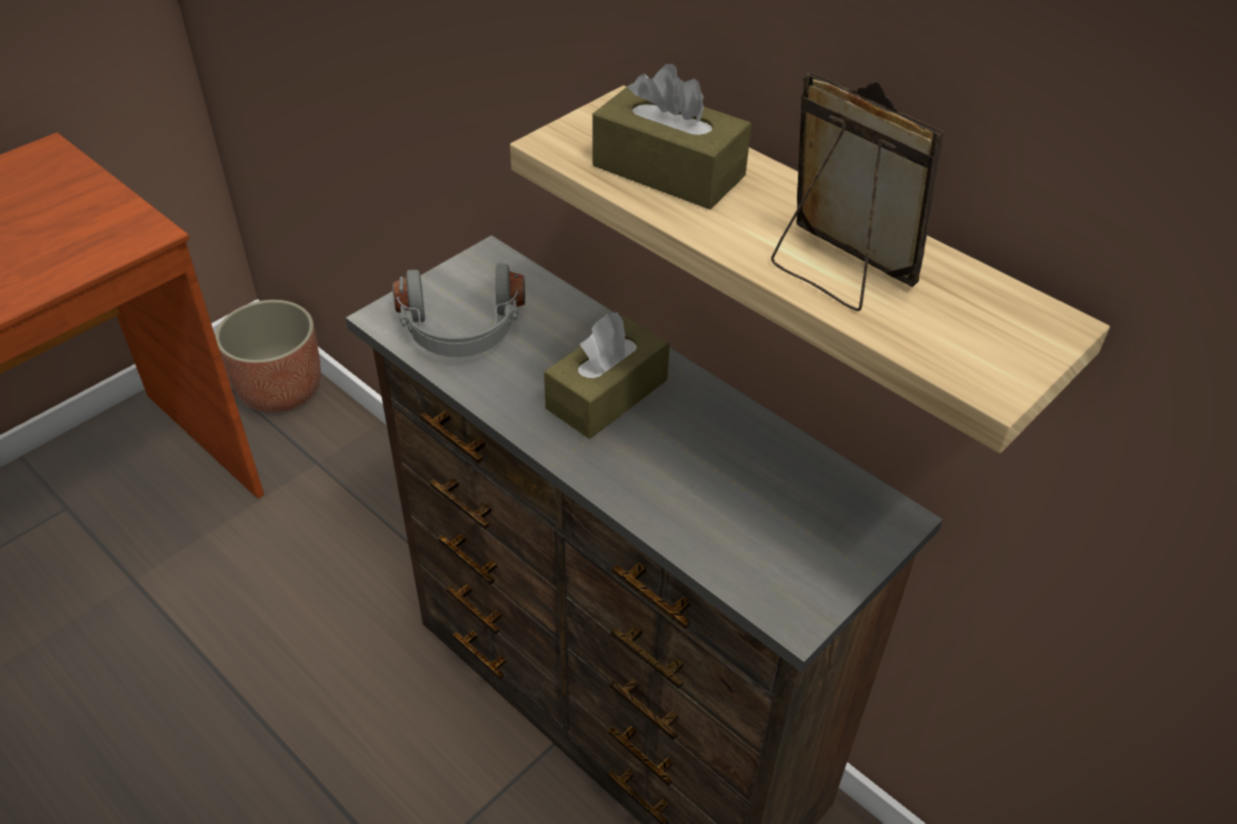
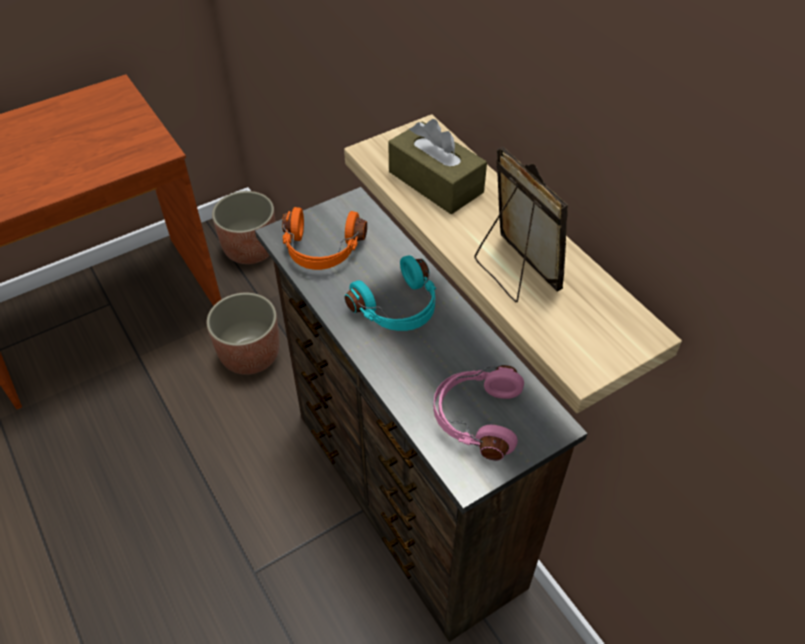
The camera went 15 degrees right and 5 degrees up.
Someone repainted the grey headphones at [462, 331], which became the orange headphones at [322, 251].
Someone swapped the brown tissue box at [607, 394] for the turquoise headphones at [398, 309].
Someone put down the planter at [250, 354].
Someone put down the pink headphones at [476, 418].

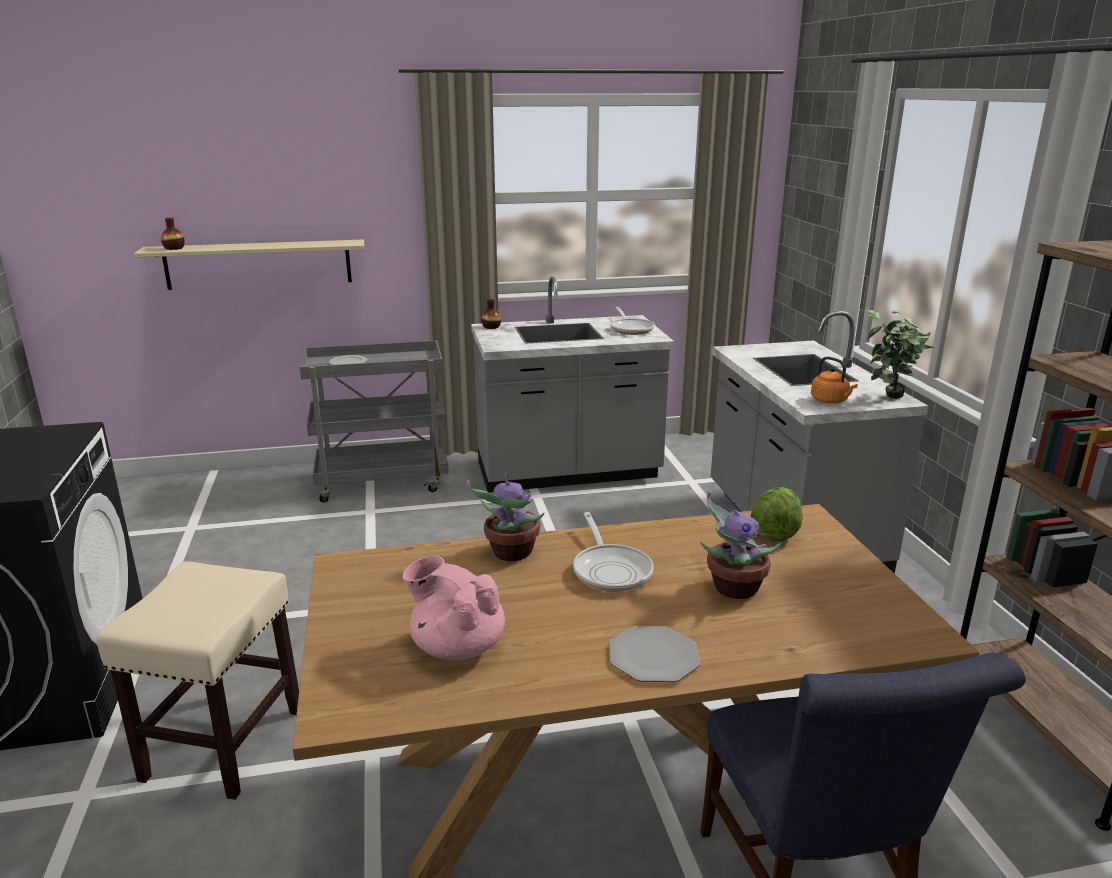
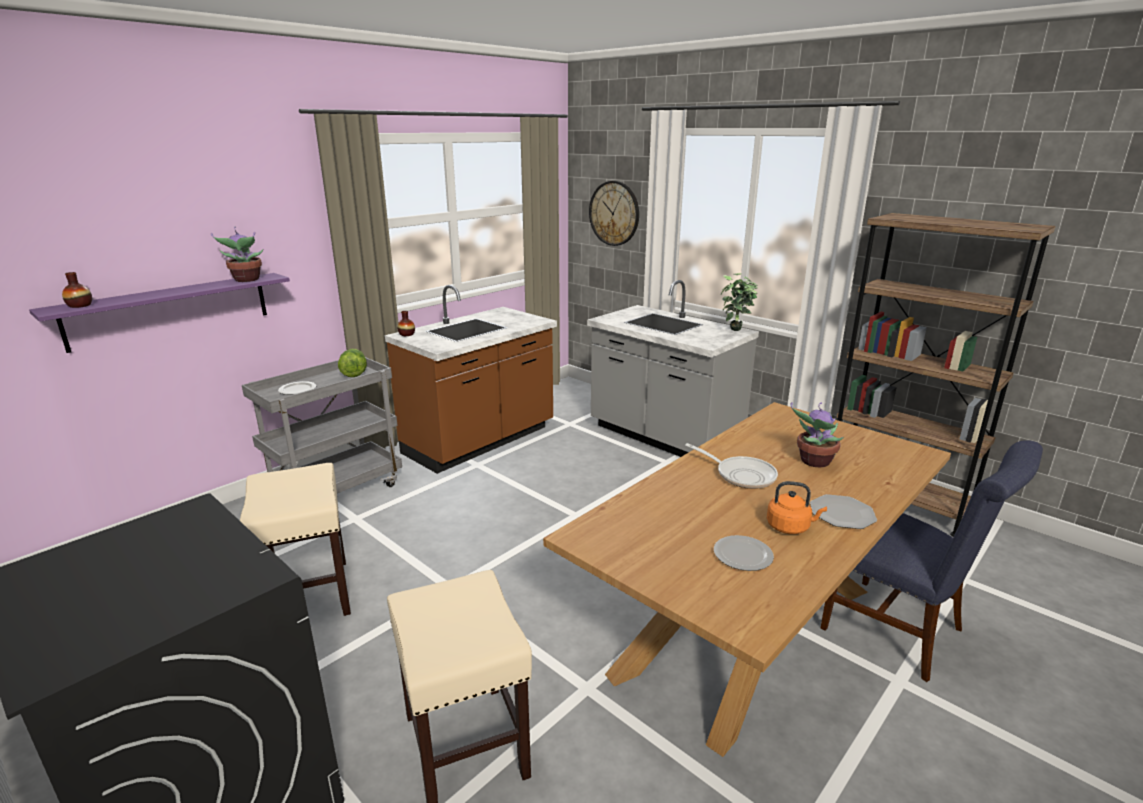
The camera went 35 degrees left and 0 degrees up.
Someone repainted the beige shelf at [258, 264], which became the purple shelf at [170, 310].
Someone swapped the pink teapot at [457, 646] for the plate at [742, 555].
Someone carried the potted plant from [511, 553] to [246, 280].
Someone repainted the grey counter at [568, 473], which became the brown counter at [480, 442].
Someone took away the frying pan at [631, 329].
Someone carried the lettuce from [775, 531] to [354, 373].
Someone carried the orange kettle from [830, 401] to [790, 527].
Someone put down the beige stool at [309, 594].
Someone put up the wall clock at [614, 213].

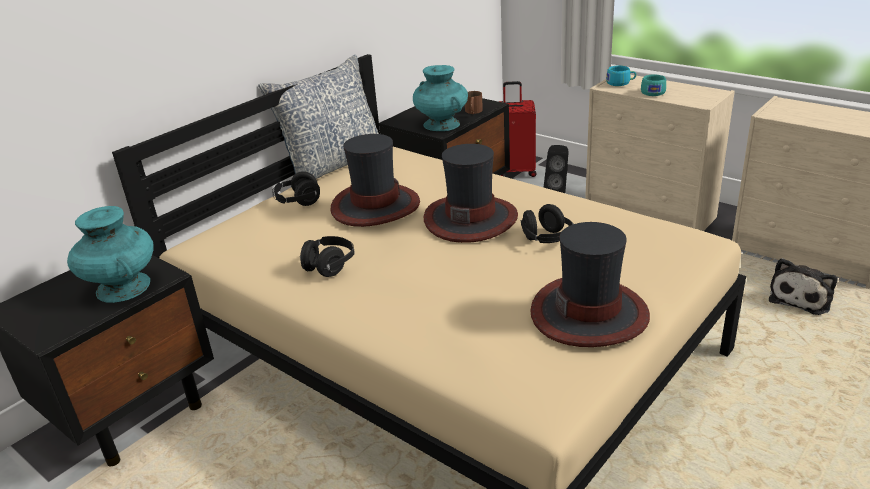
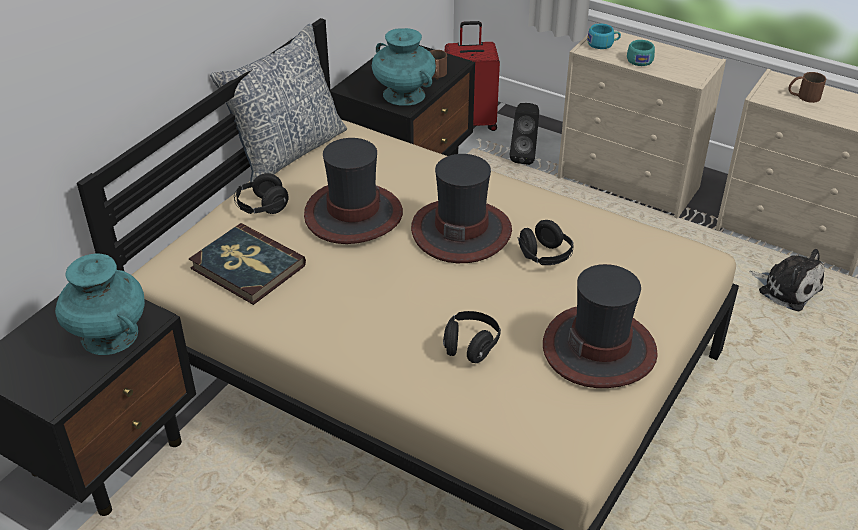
The camera went 10 degrees left and 10 degrees up.
Someone carried the black headphones from [329, 266] to [470, 346].
Someone rotated the plush toy at [801, 297] by 75 degrees counterclockwise.
Someone put down the book at [247, 267].
Someone put down the brown mug at [803, 96].

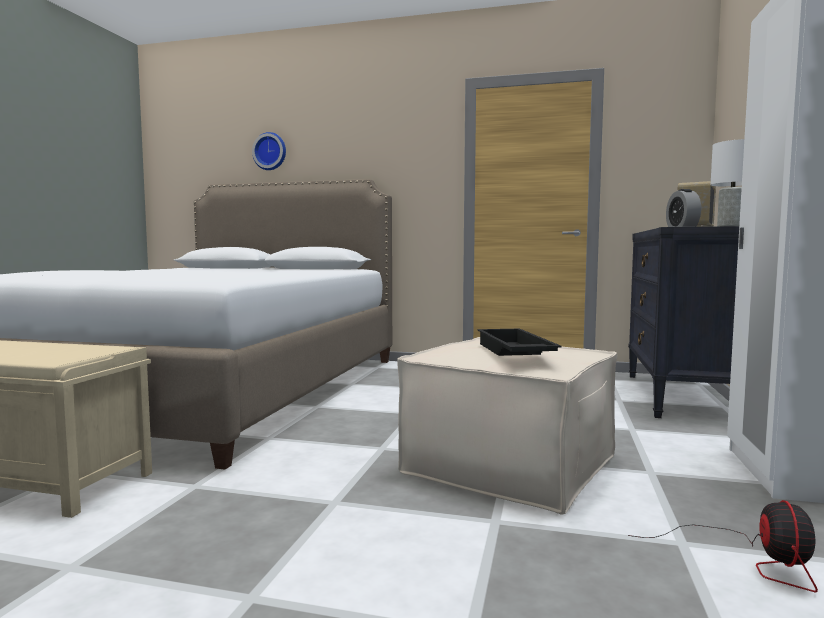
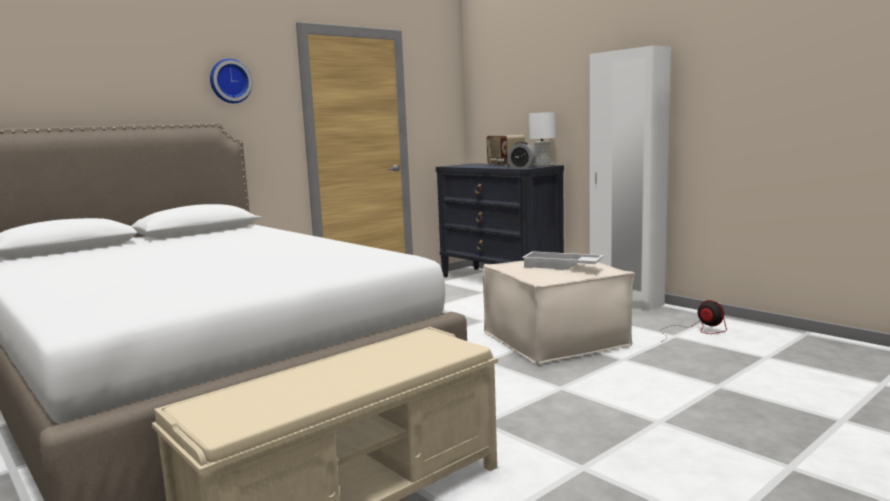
The camera went 55 degrees left and 5 degrees up.
Someone carried the wall clock from [270, 151] to [229, 81].
Someone repainted the black tray at [512, 352], which became the white tray at [561, 266].

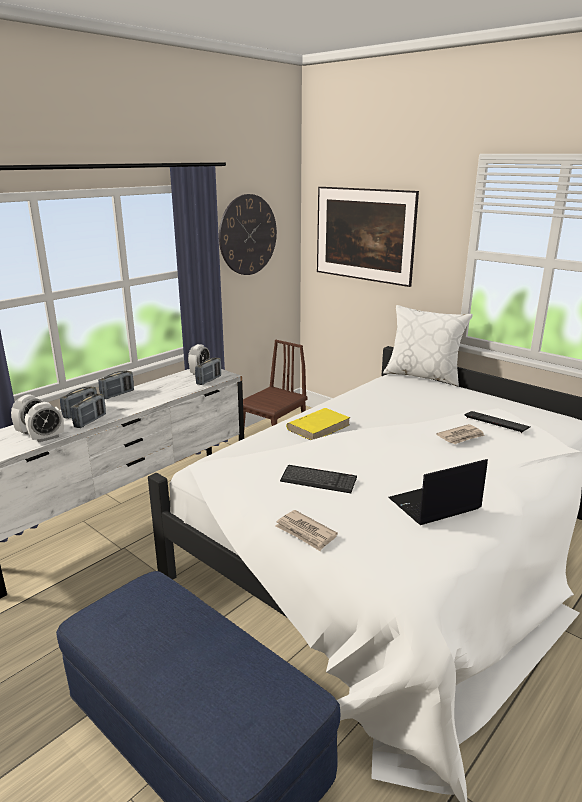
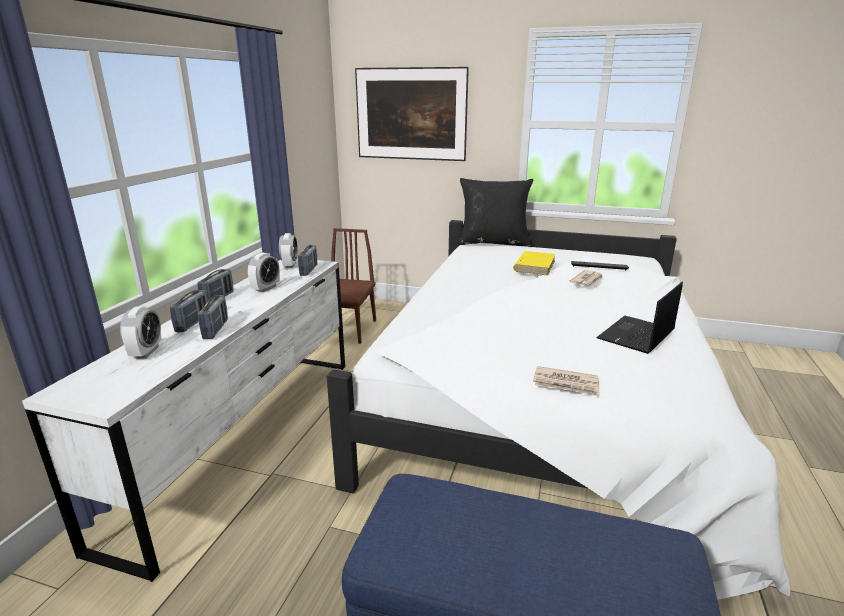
The camera went 25 degrees left and 0 degrees up.
Someone carried the alarm clock from [47, 438] to [266, 288].
Someone took away the wall clock at [248, 235].
Someone took away the keyboard at [318, 480].
Someone carried the yellow book from [318, 427] to [534, 266].
Someone repainted the white pillow at [423, 376], which became the black pillow at [493, 242].

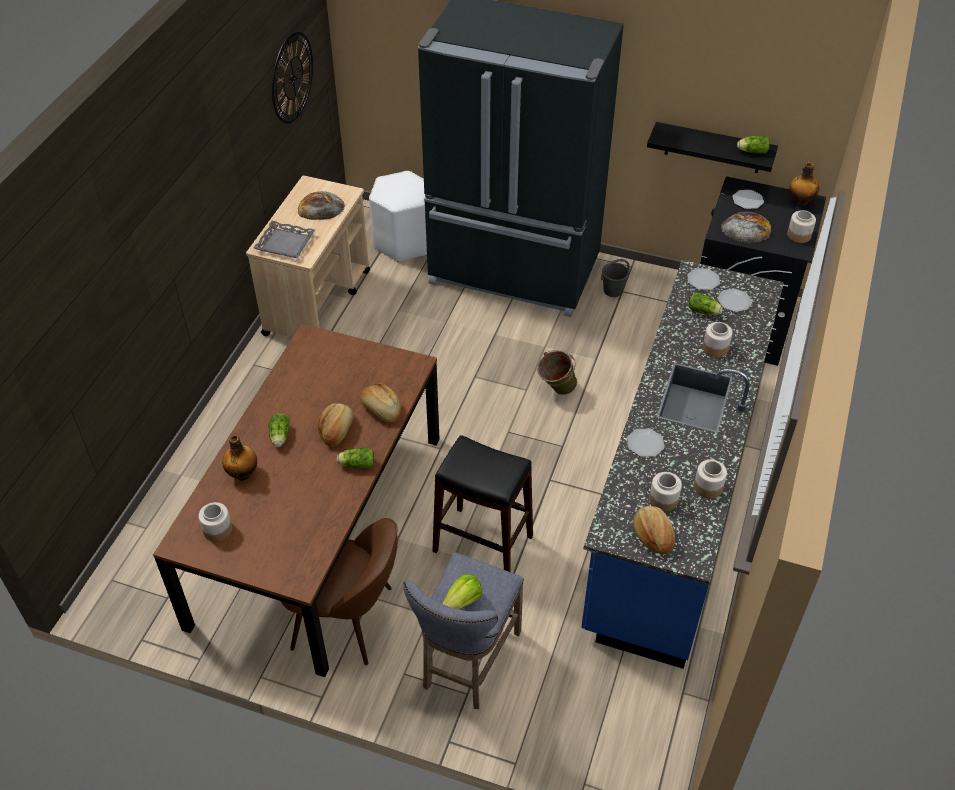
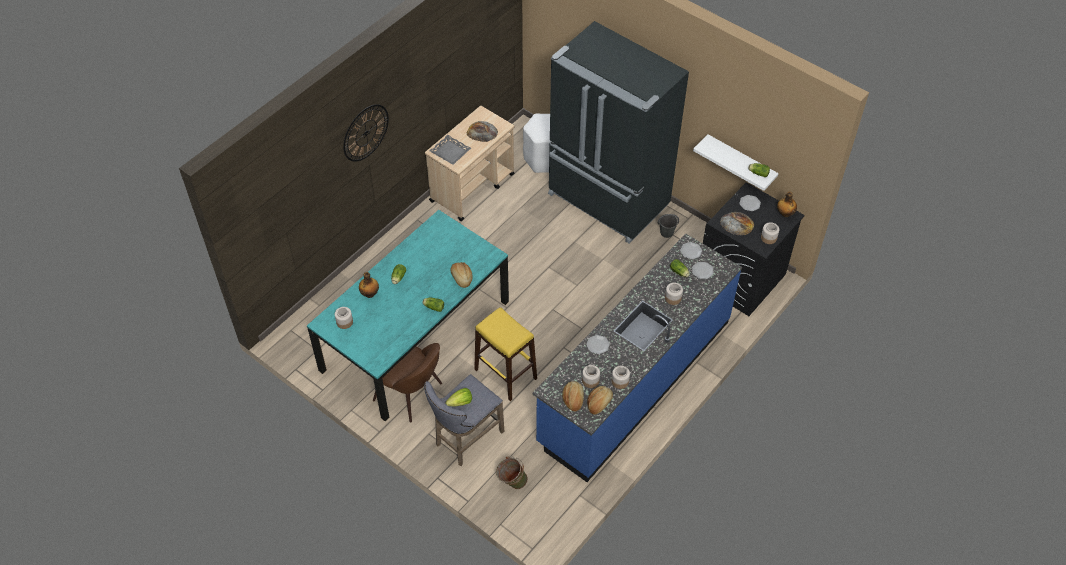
The camera went 20 degrees right and 5 degrees up.
Someone repainted the brown dining table at [319, 529], which became the turquoise dining table at [415, 336].
Someone carried the wall clock from [292, 78] to [366, 133].
Someone carried the bread from [337, 430] to [599, 403].
Someone repainted the black stool at [482, 544], which became the yellow stool at [505, 374].
Someone carried the green bucket from [555, 390] to [511, 482].
Someone repainted the black shelf at [713, 148], which became the white shelf at [741, 161].

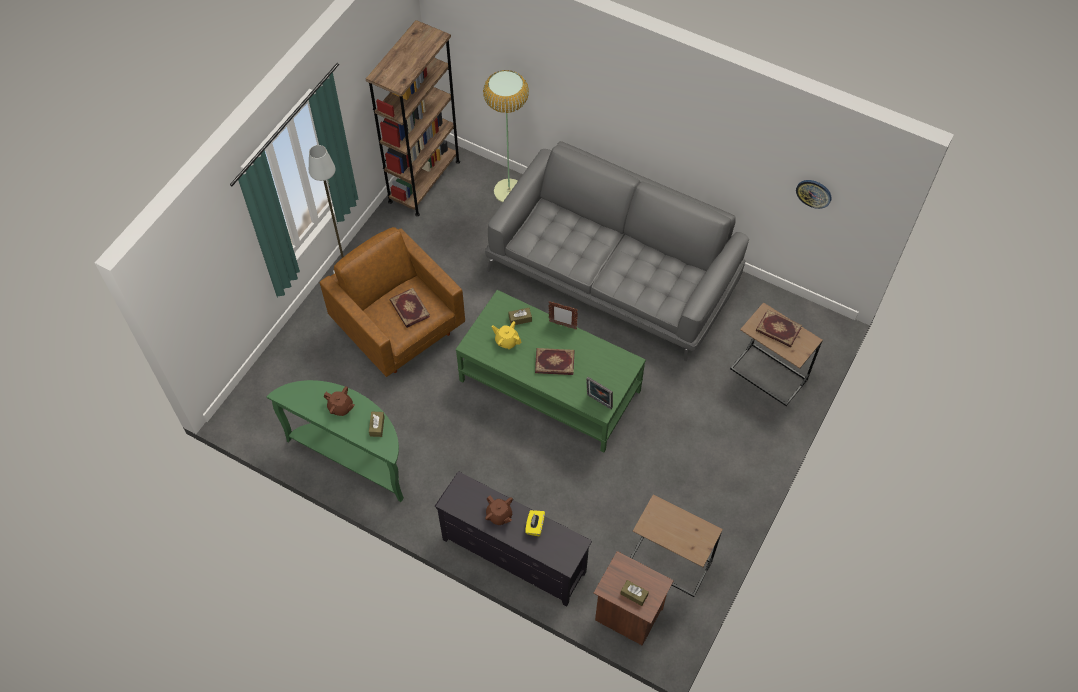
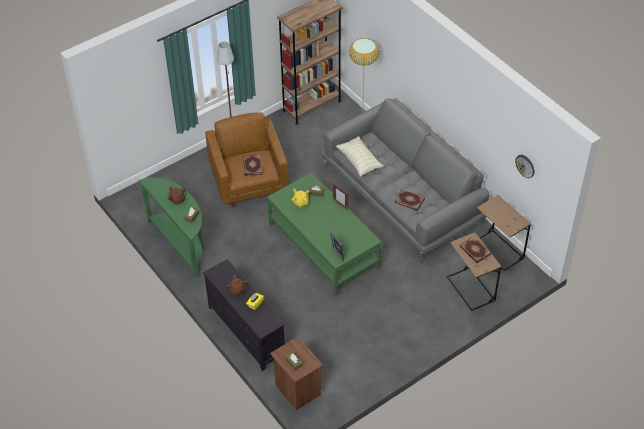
The camera went 25 degrees right and 10 degrees down.
Someone carried the book from [554, 361] to [409, 200].
Someone carried the brown side table from [670, 562] to [498, 250].
Someone put down the pillow at [359, 161].

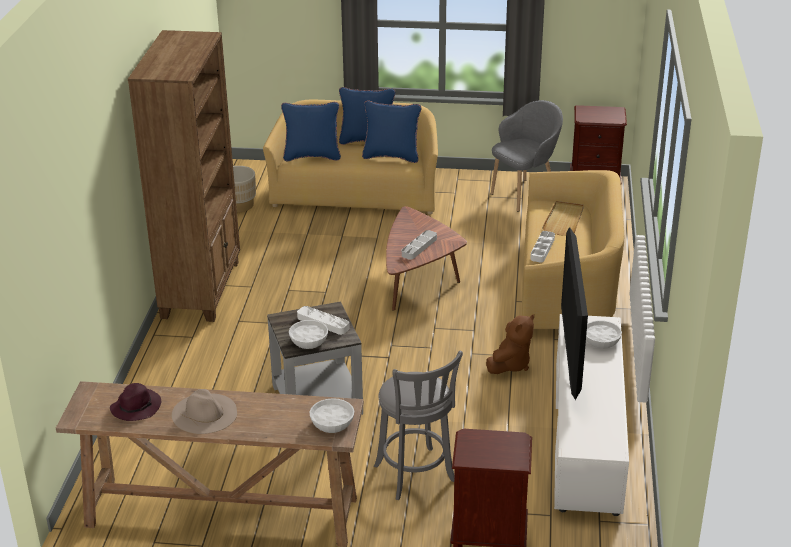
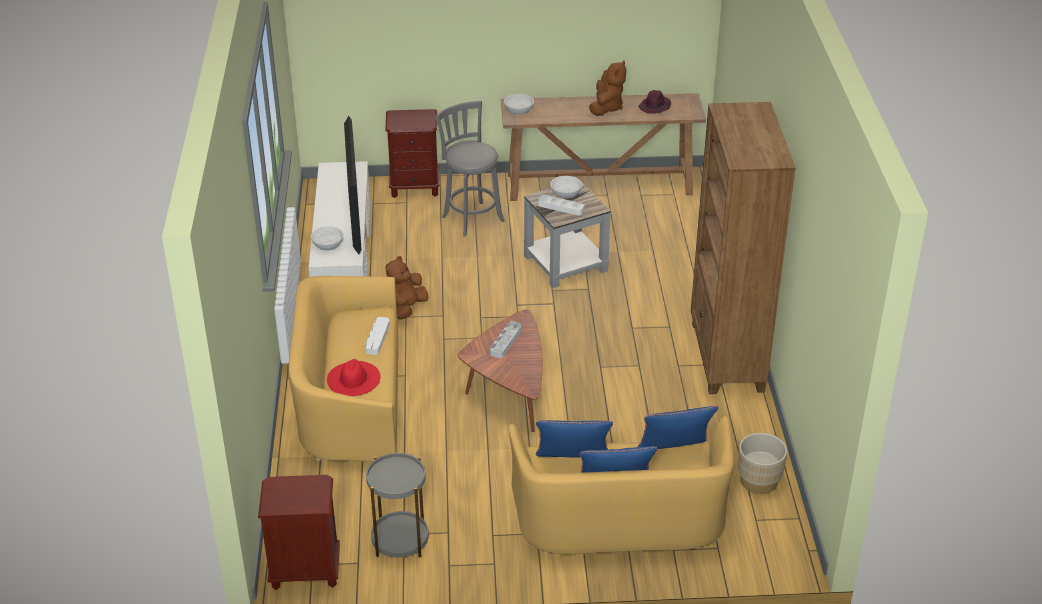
The camera went 170 degrees right and 5 degrees up.
Someone swapped the beige hat at [204, 413] for the brown plush toy at [606, 107].
Someone swapped the grey armchair at [525, 195] for the grey side table at [400, 540].
Someone swapped the beige tray at [564, 220] for the red hat at [353, 378].

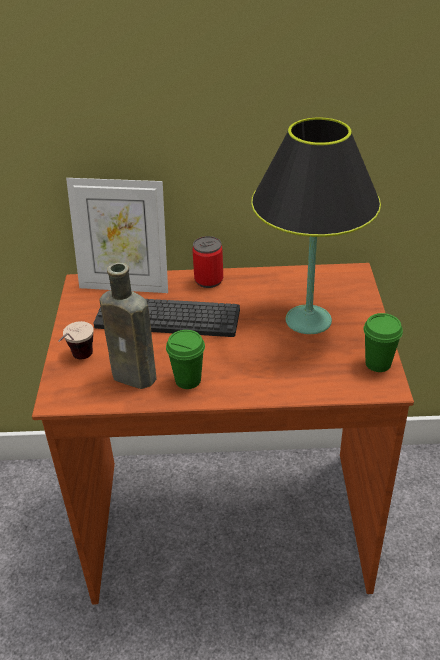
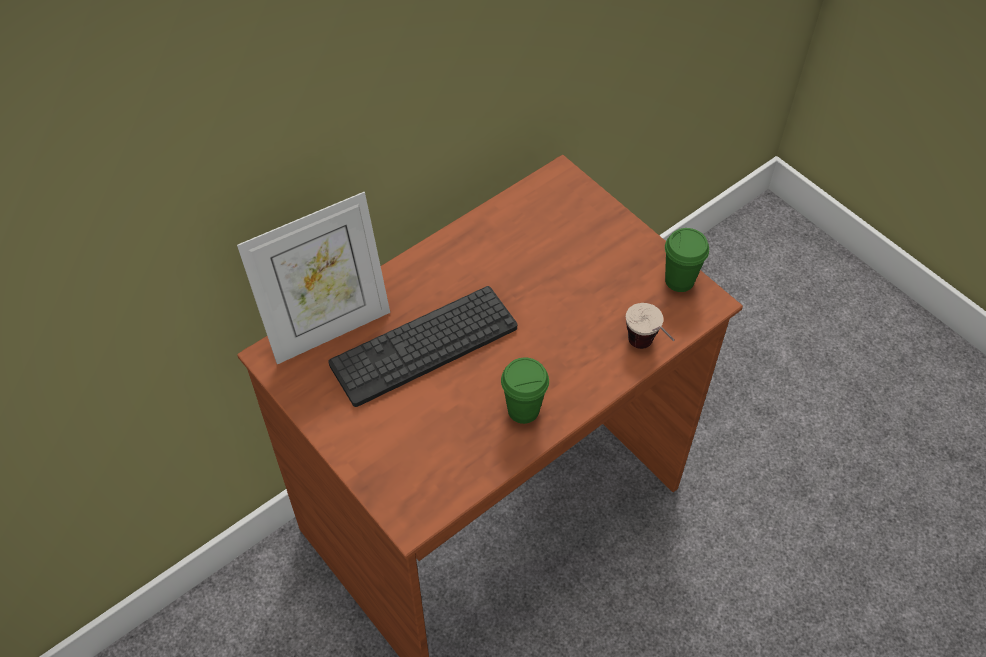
The camera went 40 degrees left and 15 degrees up.
Someone carried the cup from [78, 361] to [648, 350].
Someone took away the brown bottle at [137, 377].
Someone took away the can at [209, 280].
Someone took away the black table lamp at [308, 320].

